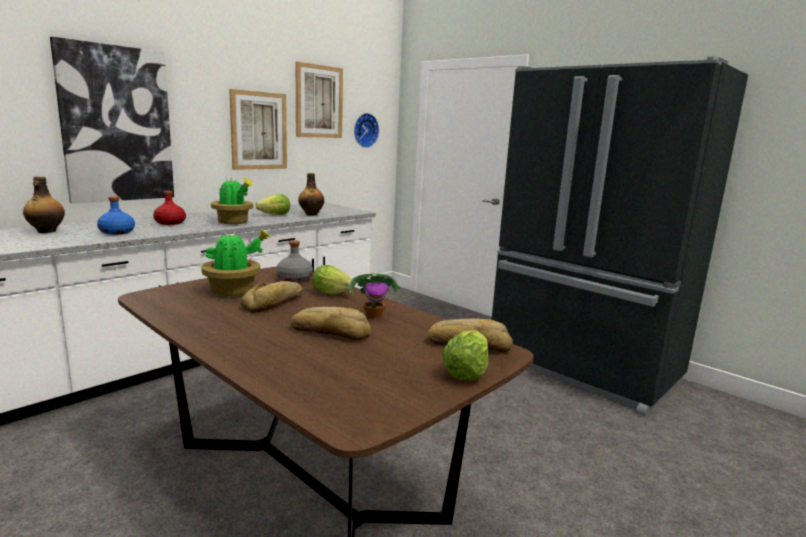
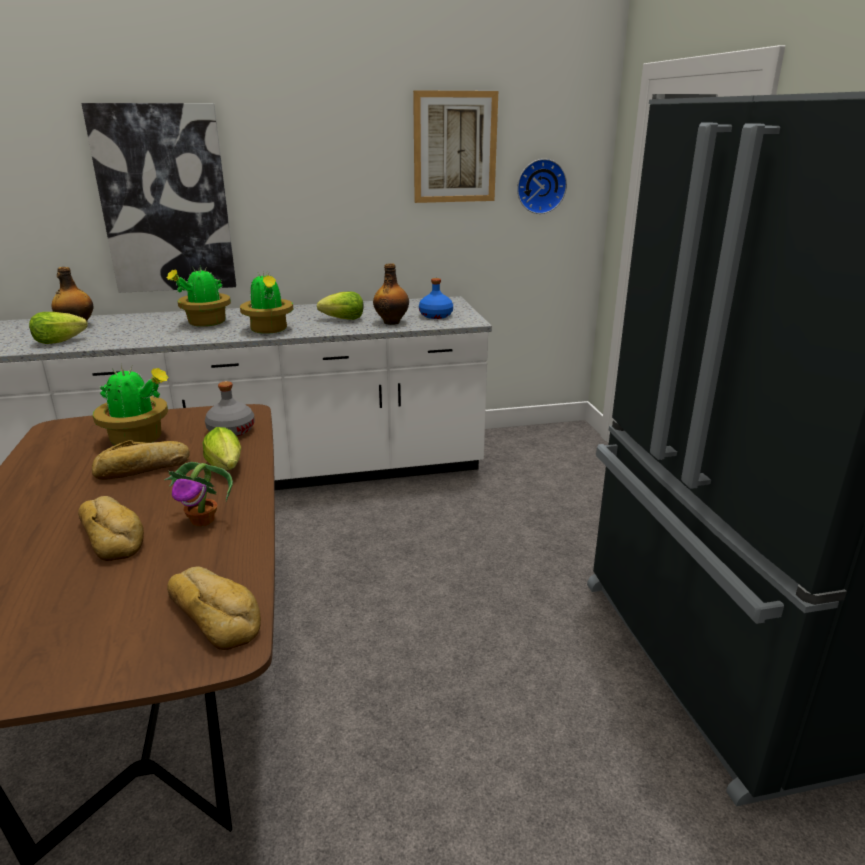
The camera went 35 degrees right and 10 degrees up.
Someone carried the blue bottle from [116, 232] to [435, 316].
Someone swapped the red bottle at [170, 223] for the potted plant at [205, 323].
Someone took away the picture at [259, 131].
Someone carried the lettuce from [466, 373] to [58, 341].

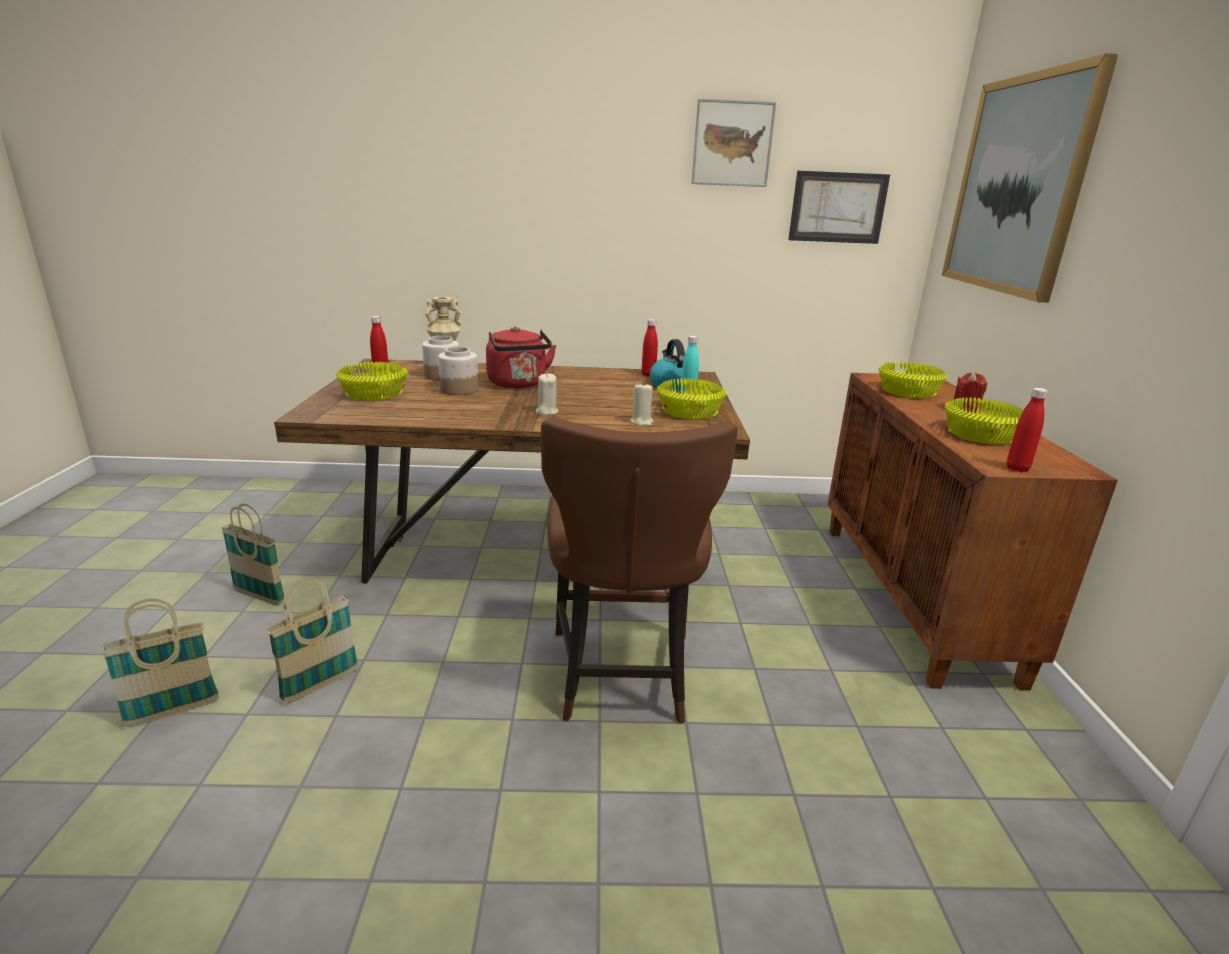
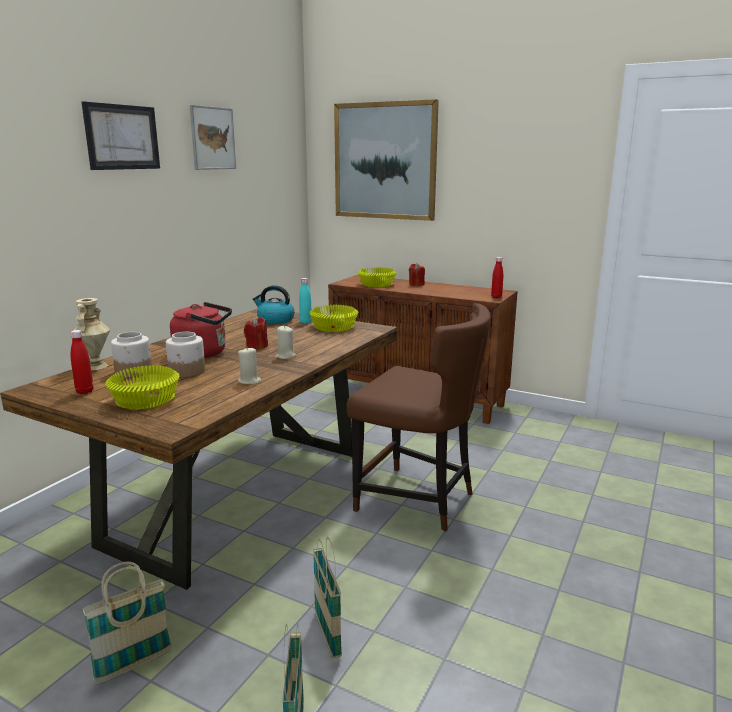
The camera went 60 degrees left and 5 degrees down.
Someone carried the beige candle from [641, 422] to [249, 381].
Someone took away the red bottle at [648, 375].
Someone carried the picture from [837, 207] to [122, 137].
Someone took away the yellow bowl at [980, 434].
Someone put down the red candle at [256, 347].

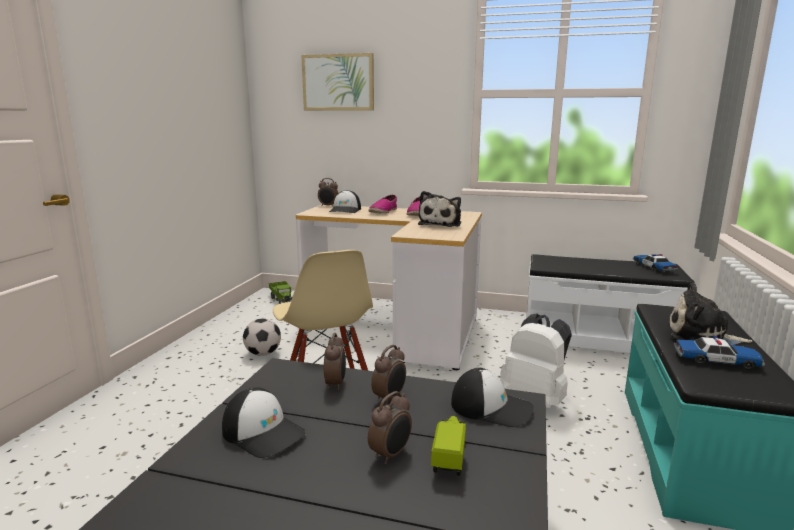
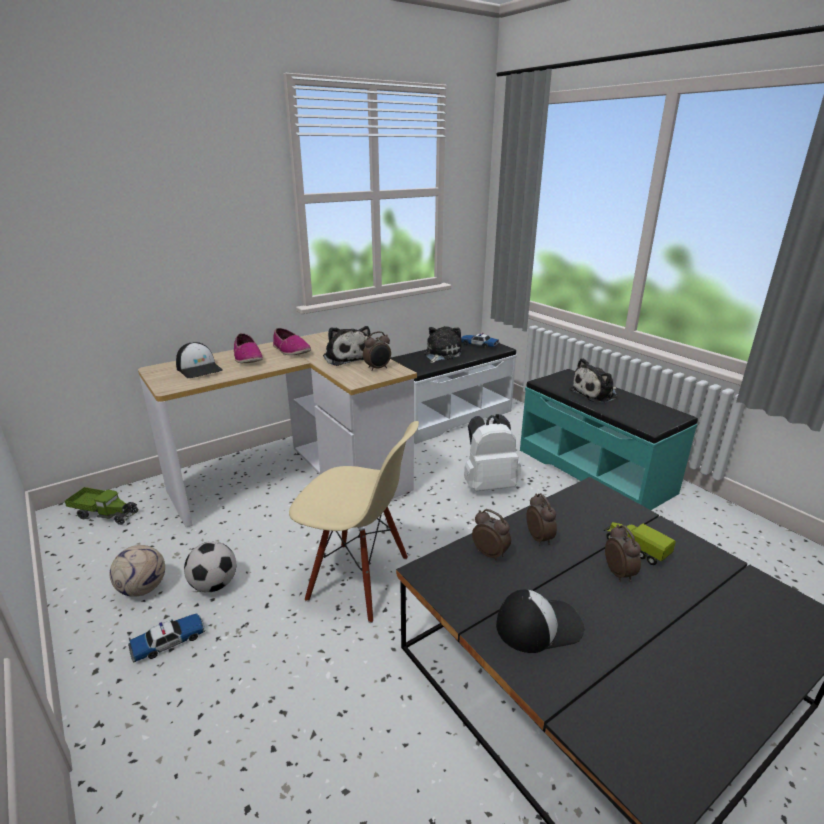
The camera went 50 degrees left and 10 degrees up.
Someone took away the picture at [338, 82].
Someone carried the alarm clock from [328, 206] to [378, 368].
Someone took away the cap at [492, 407].
Someone carried the toy car from [716, 360] to [169, 642].
Someone put down the football at [143, 588].
Someone put down the plush toy at [441, 354].

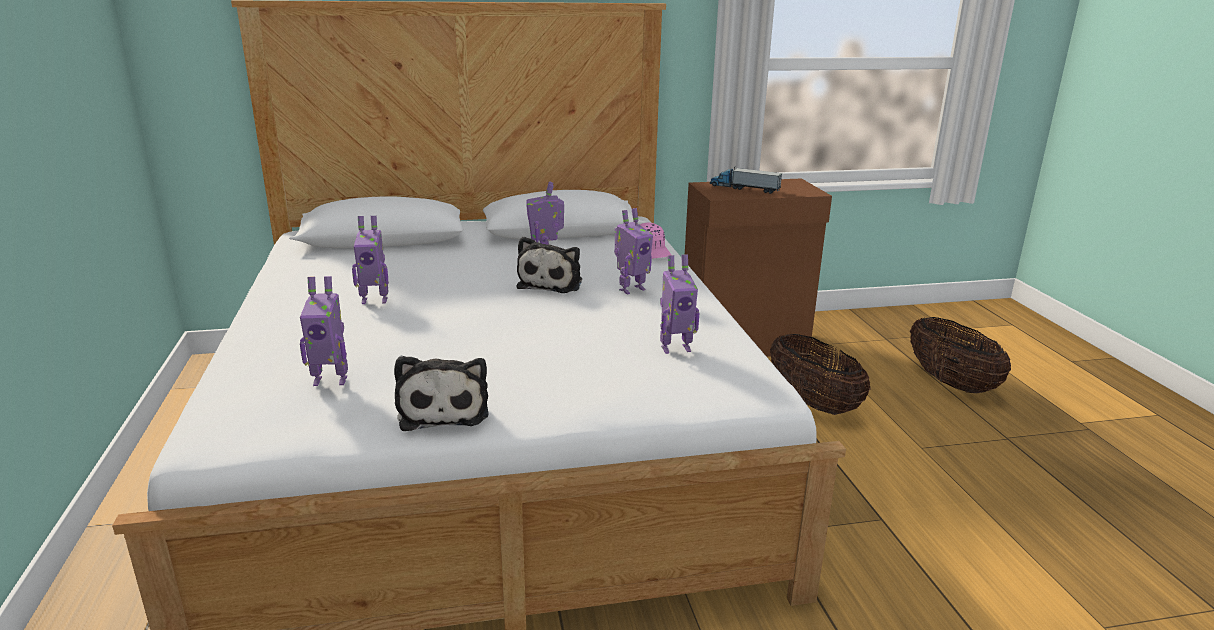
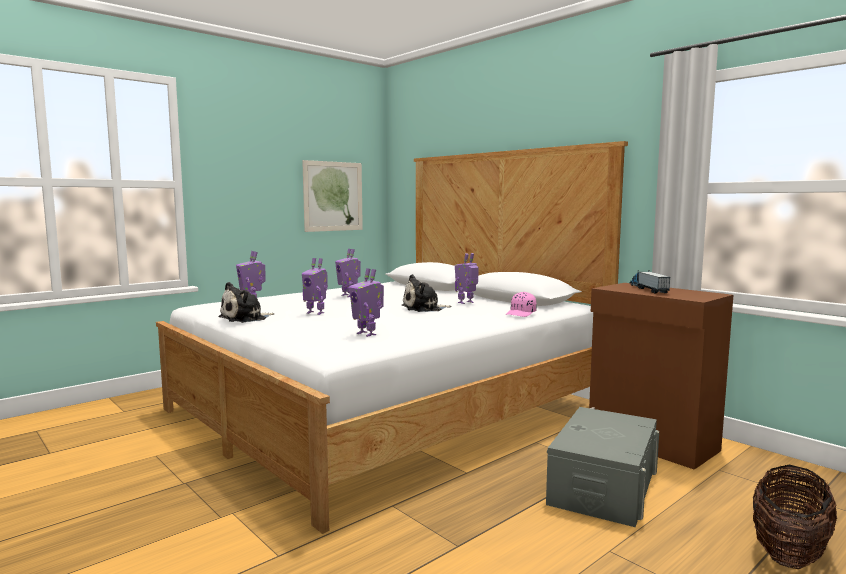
The camera went 60 degrees right and 15 degrees down.
Someone carried the toy robot from [631, 289] to [316, 313].
Someone swapped the basket at [813, 403] for the grey storage box at [602, 486].
Someone put up the picture at [333, 196].

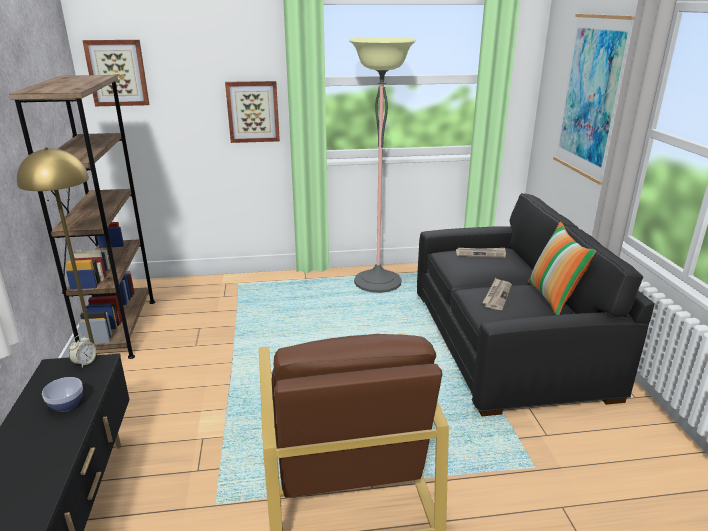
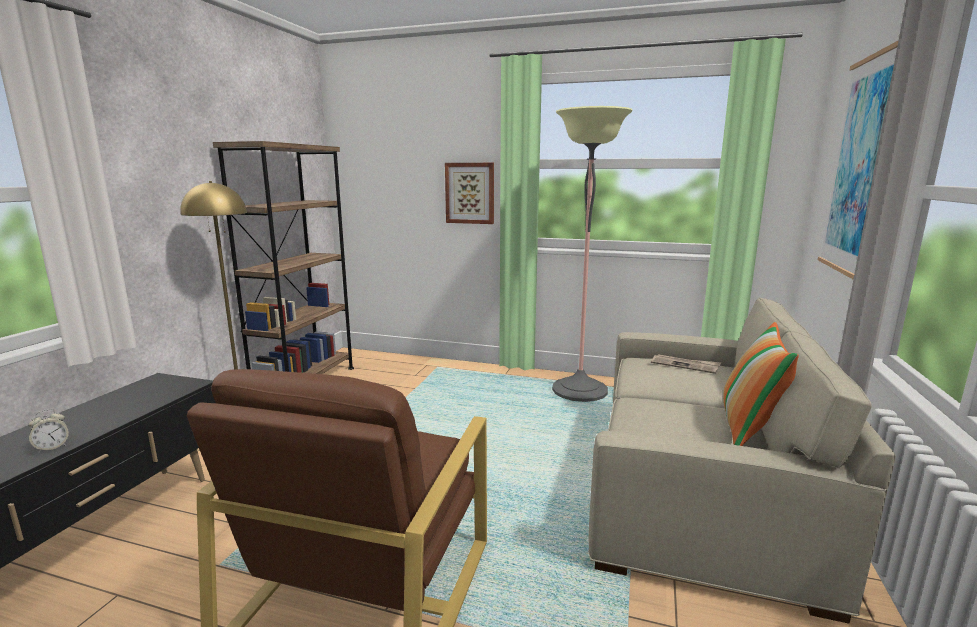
The camera went 25 degrees right and 10 degrees down.
Someone took away the bowl at [66, 405].
Someone carried the alarm clock from [85, 362] to [52, 447].
Someone took away the picture at [117, 73].
Someone repainted the black sofa at [508, 341], which became the beige sofa at [700, 487].
Someone took away the newspaper at [497, 295].

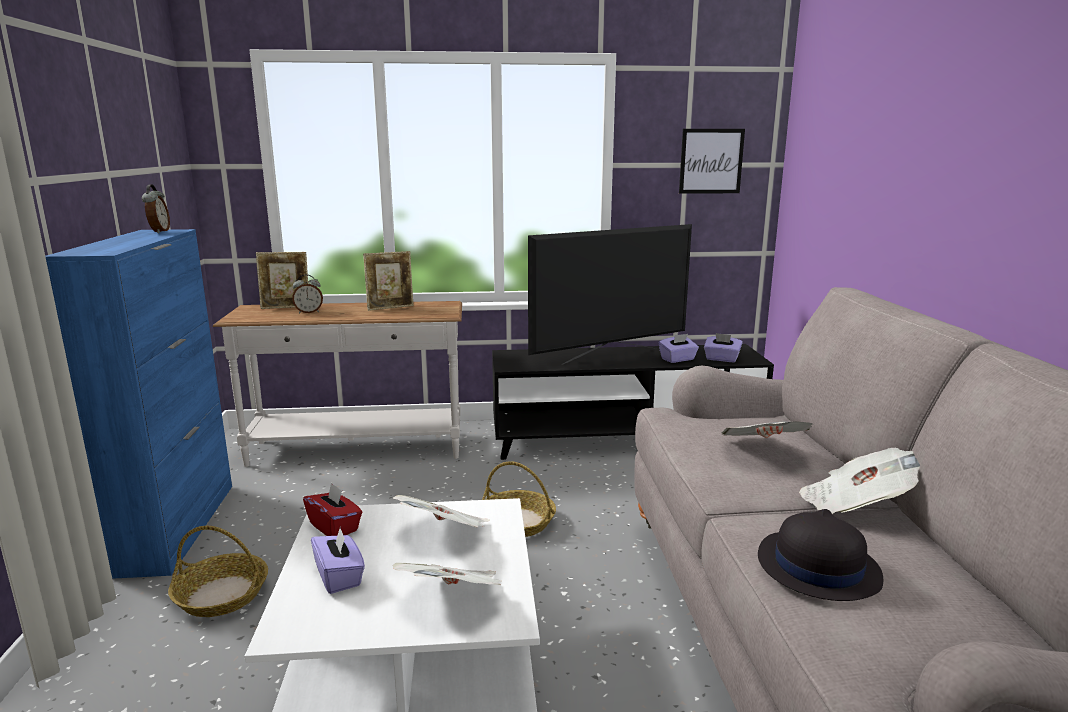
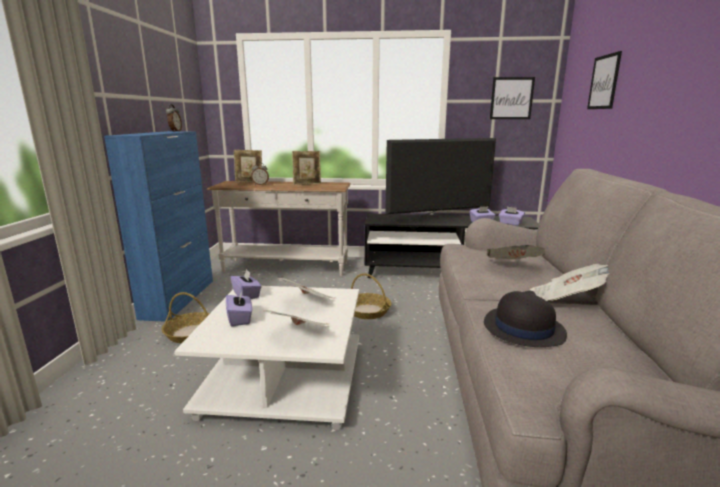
The camera went 10 degrees right and 0 degrees up.
Someone repainted the red tissue box at [334, 527], which became the purple tissue box at [247, 295].
Someone put up the picture at [604, 82].

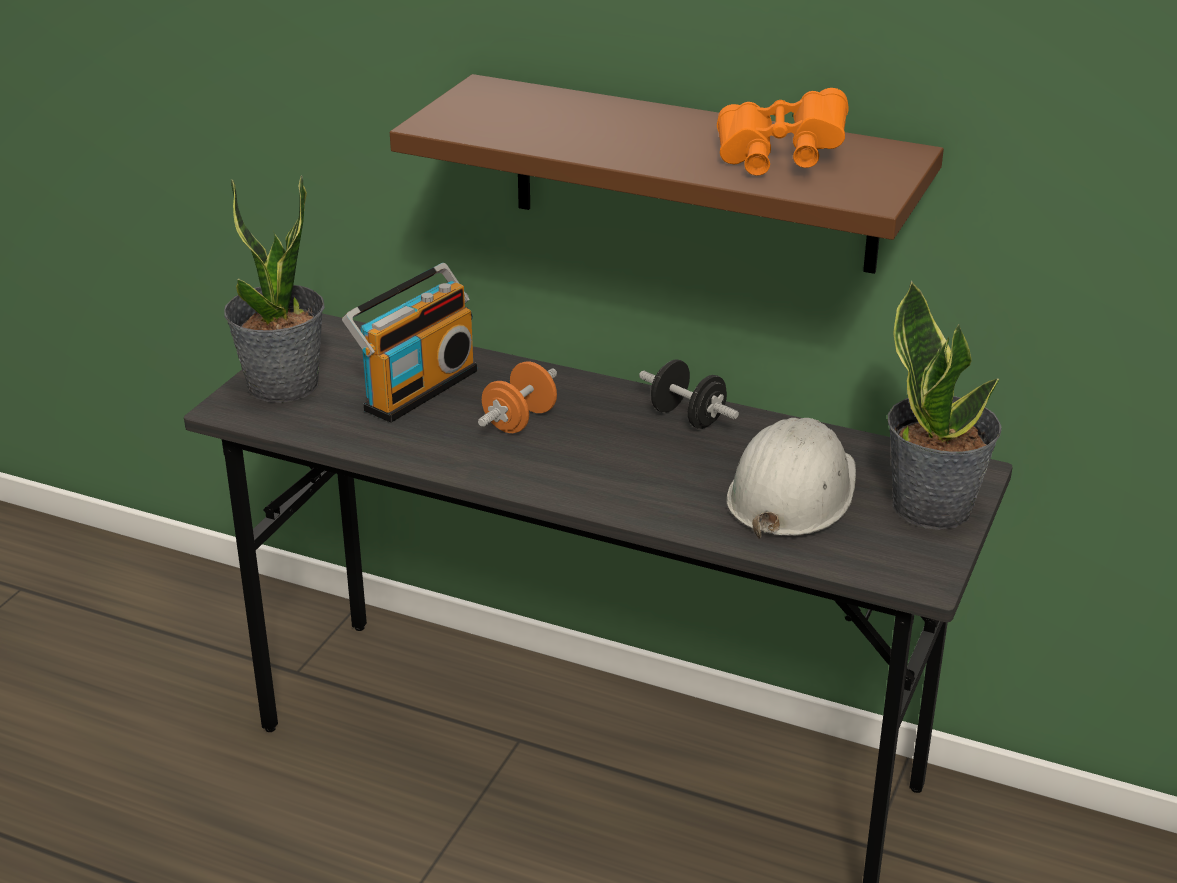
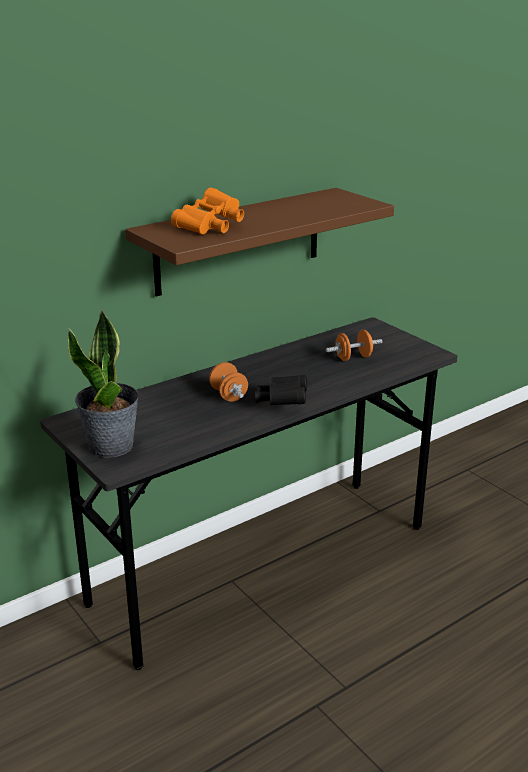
The camera went 60 degrees left and 5 degrees down.
Someone took away the radio at [416, 388].
Someone took away the black dumbbell at [687, 418].
Someone carried the orange binoculars from [779, 159] to [211, 227].
Someone swapped the white hard hat at [792, 493] for the orange dumbbell at [353, 358].
Someone took away the potted plant at [932, 506].
Someone put down the black binoculars at [282, 403].

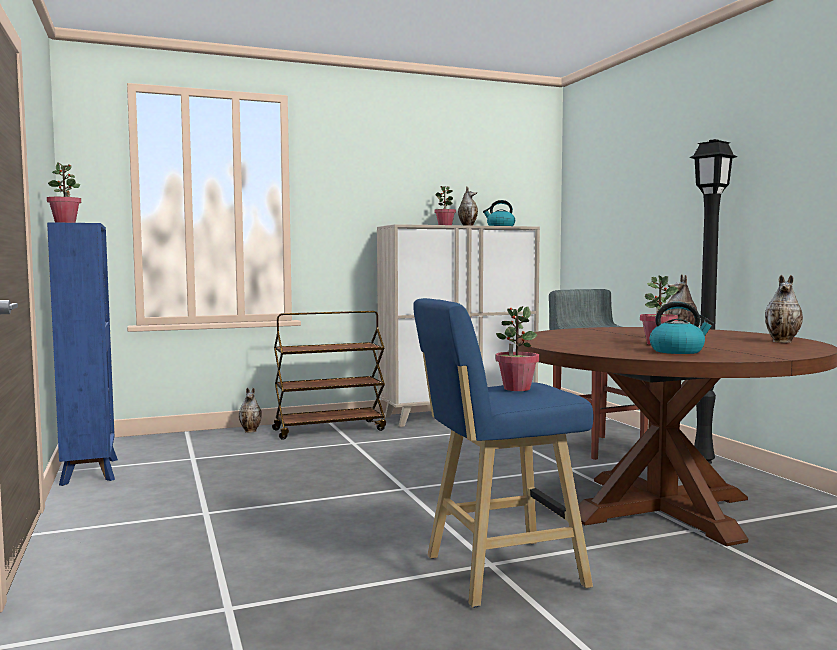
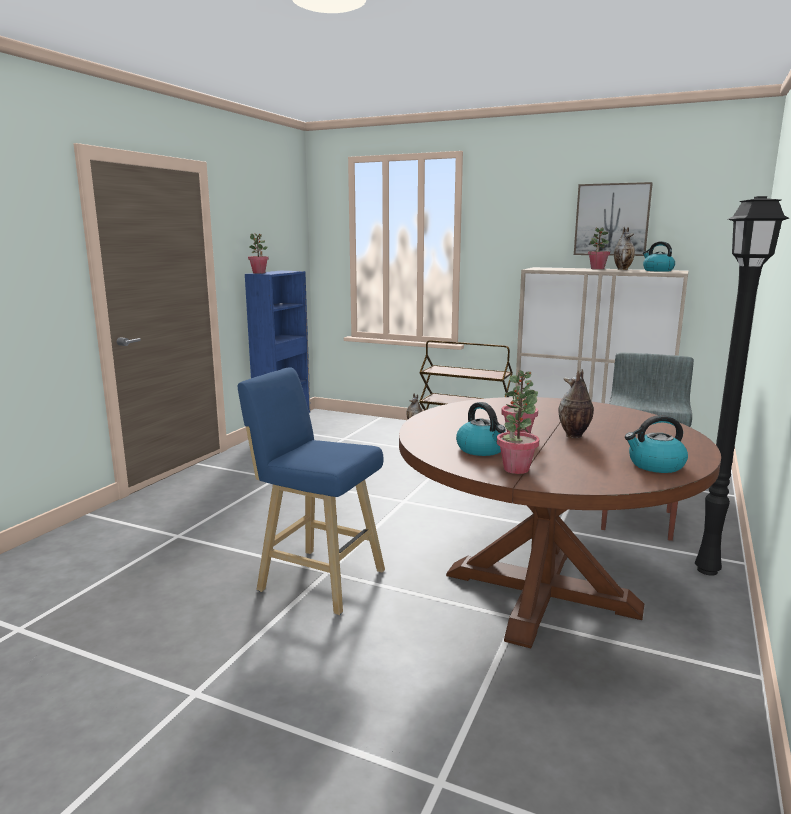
The camera went 45 degrees right and 10 degrees up.
Someone carried the potted plant from [516, 388] to [516, 469].
Someone swapped the vase at [783, 341] for the kettle at [655, 465].
Someone put up the picture at [612, 219].

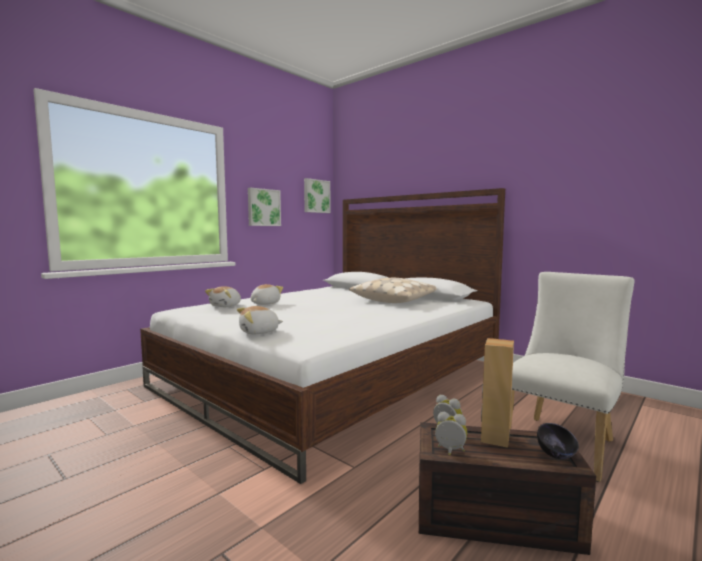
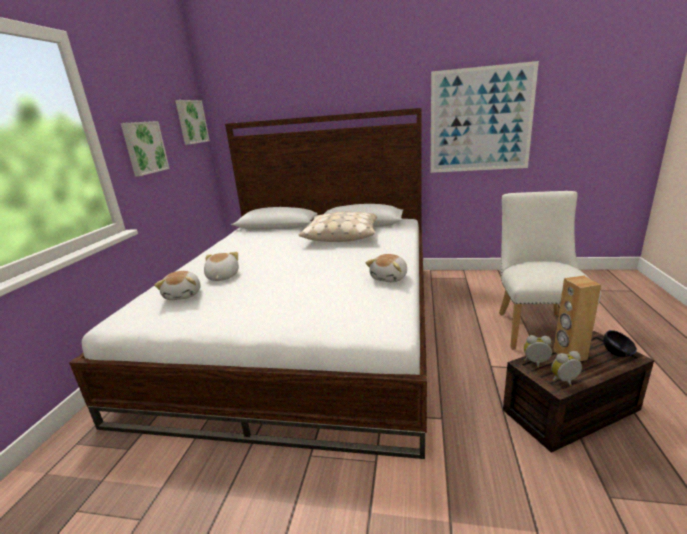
The camera went 30 degrees left and 15 degrees up.
Someone carried the plush toy from [259, 332] to [390, 278].
Someone put up the picture at [480, 120].

